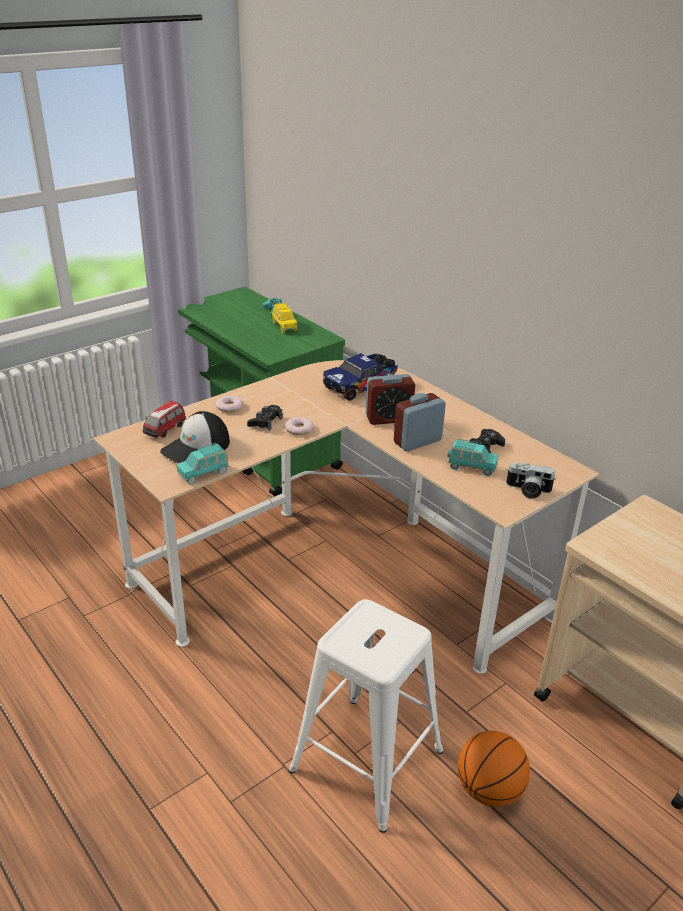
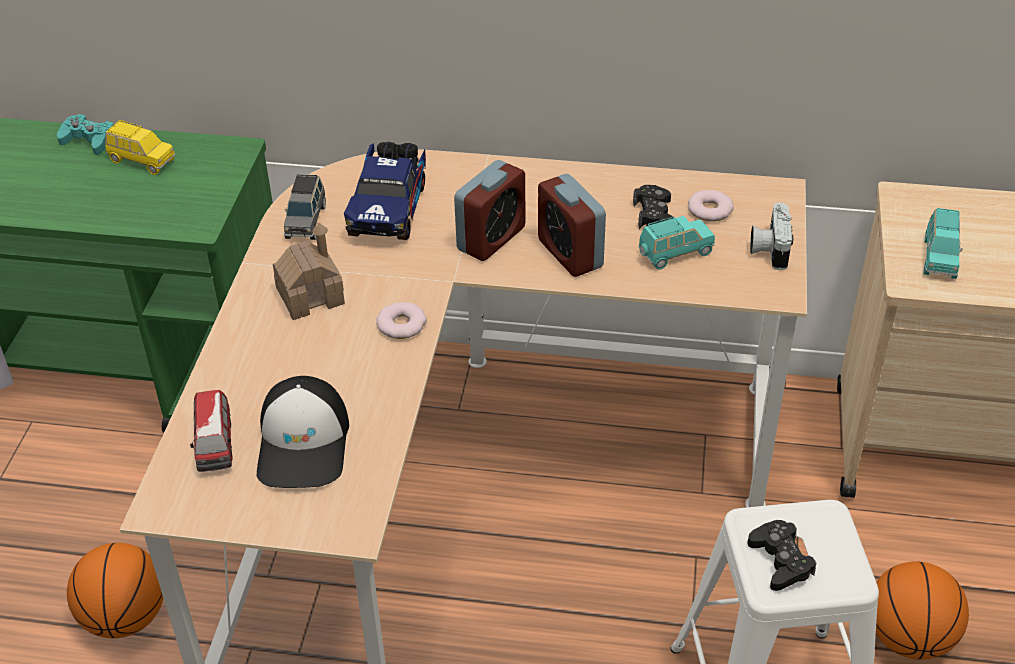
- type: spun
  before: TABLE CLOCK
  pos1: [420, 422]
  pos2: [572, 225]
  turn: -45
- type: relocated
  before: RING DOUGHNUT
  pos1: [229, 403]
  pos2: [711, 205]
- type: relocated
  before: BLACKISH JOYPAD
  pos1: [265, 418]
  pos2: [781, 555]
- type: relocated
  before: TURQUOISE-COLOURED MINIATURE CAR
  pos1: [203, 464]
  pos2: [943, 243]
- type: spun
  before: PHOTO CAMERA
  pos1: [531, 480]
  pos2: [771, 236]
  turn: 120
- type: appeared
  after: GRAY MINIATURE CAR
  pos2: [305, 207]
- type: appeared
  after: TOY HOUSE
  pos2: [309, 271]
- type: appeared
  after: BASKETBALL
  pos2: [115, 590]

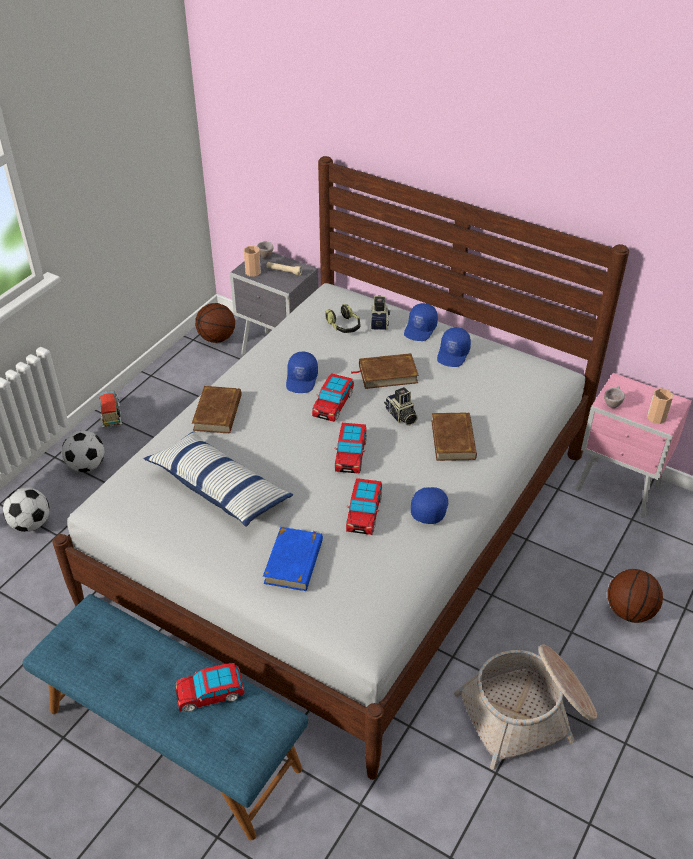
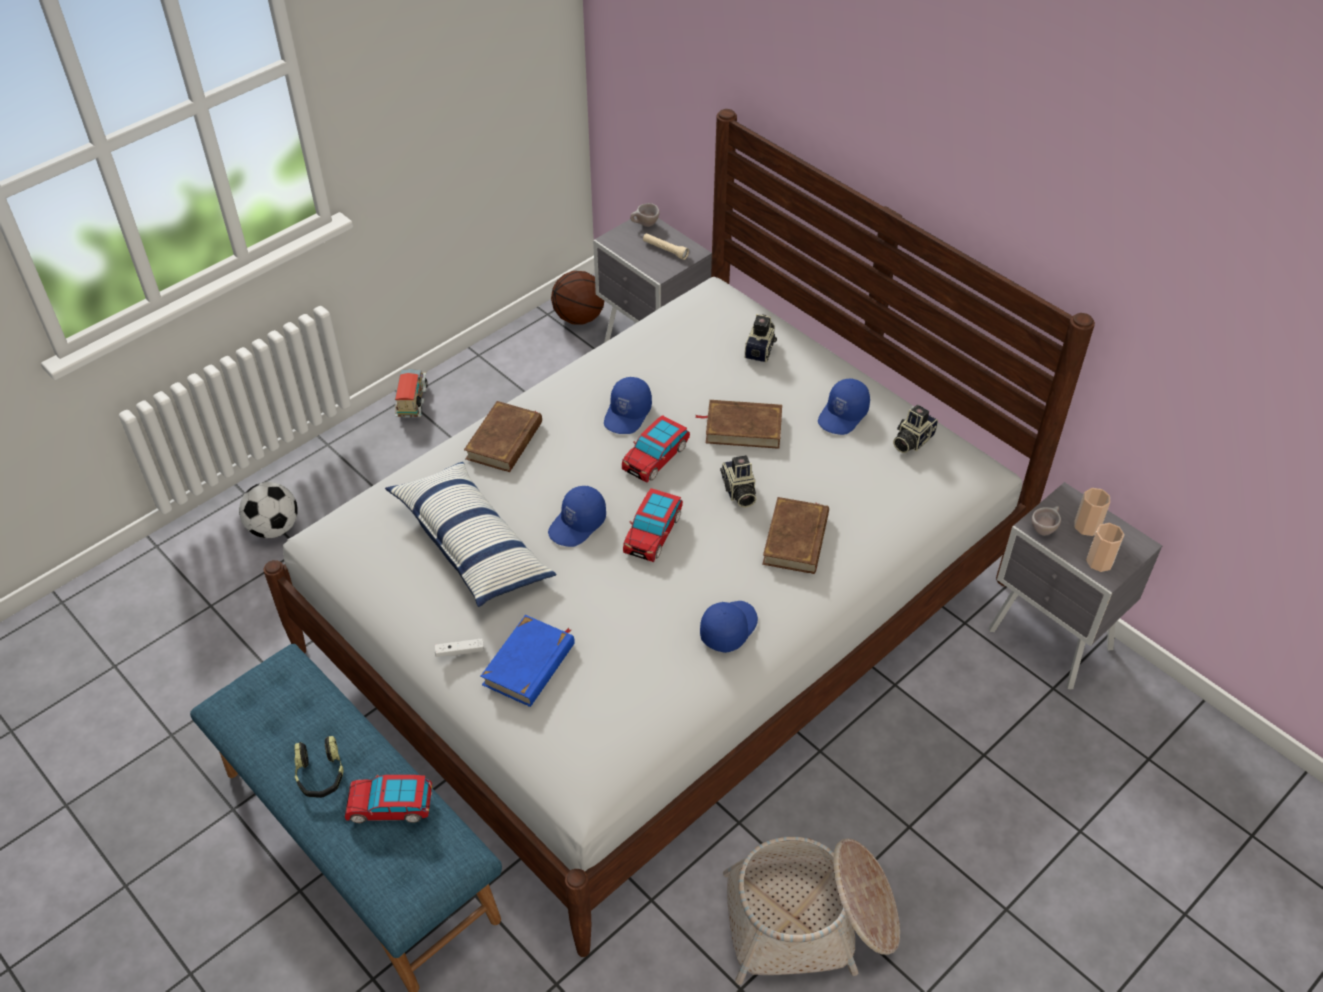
- type: relocated
  before: CUP
  pos1: [252, 261]
  pos2: [1092, 512]
- type: relocated
  before: BLUE PEAKED CAP
  pos1: [421, 322]
  pos2: [577, 516]
- type: relocated
  before: HEADPHONES
  pos1: [342, 318]
  pos2: [319, 767]
- type: colour
  before: PINK-COLOURED NIGHTSTAND
  after: GRAY NIGHTSTAND
  pos1: [633, 445]
  pos2: [1075, 586]
- type: missing
  before: FOOTBALL
  pos1: [83, 451]
- type: missing
  before: MINIATURE CAR
  pos1: [364, 506]
- type: missing
  before: BASKETBALL
  pos1: [635, 596]
- type: appeared
  after: PHOTO CAMERA
  pos2: [915, 429]
- type: appeared
  after: WHITE JOYPAD
  pos2: [459, 647]

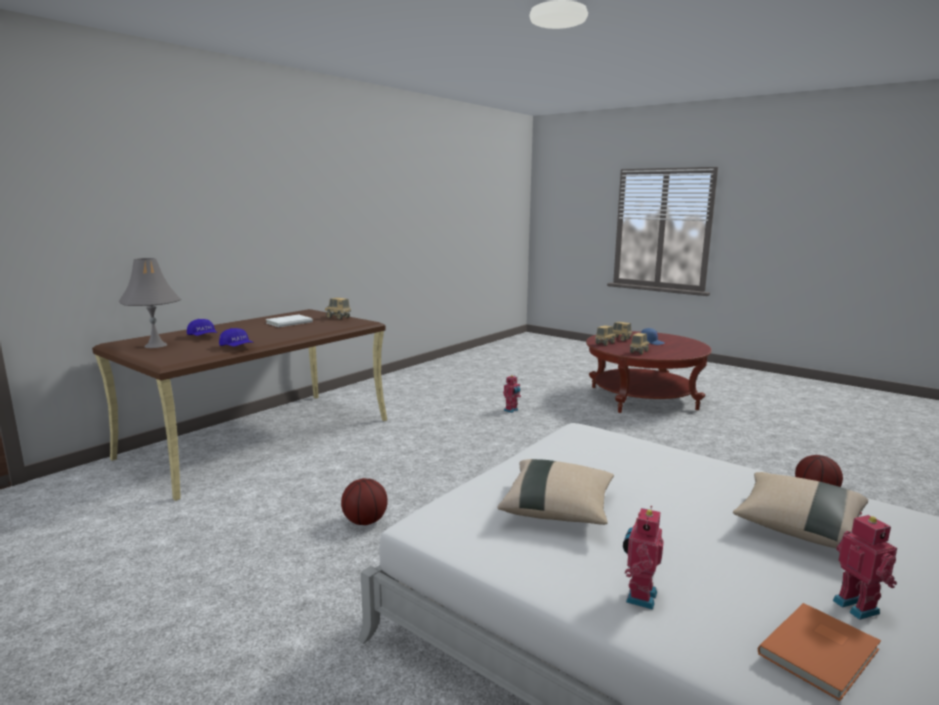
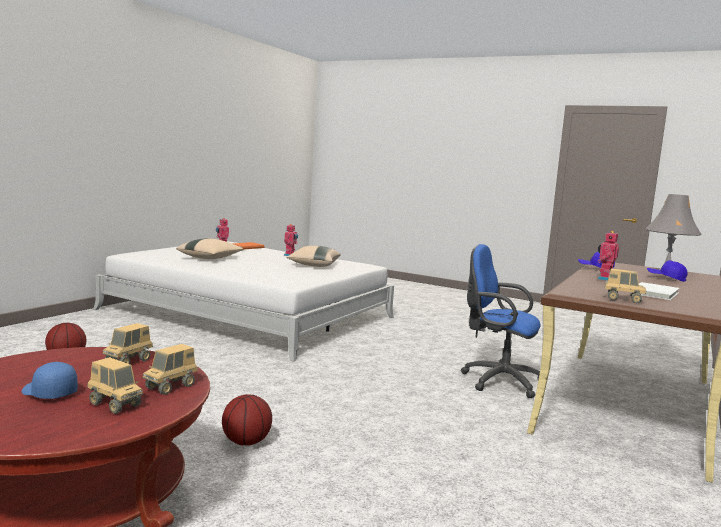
- type: relocated
  before: ROBOT FIGURE
  pos1: [512, 394]
  pos2: [608, 256]
- type: relocated
  before: BASKETBALL
  pos1: [364, 501]
  pos2: [247, 420]
- type: appeared
  after: BLUE OFFICE CHAIR
  pos2: [500, 321]

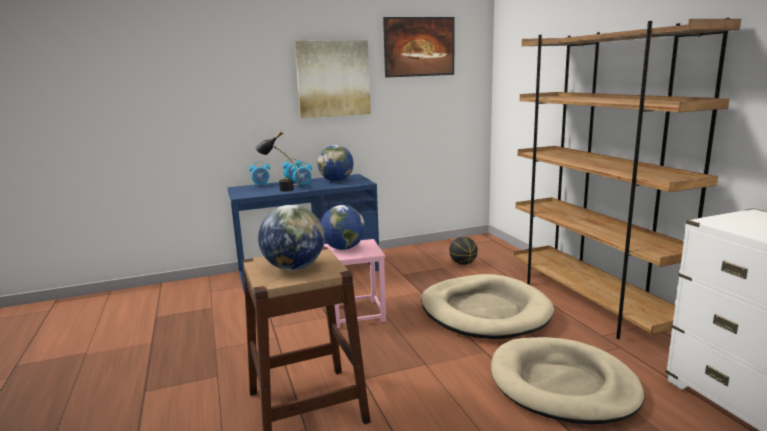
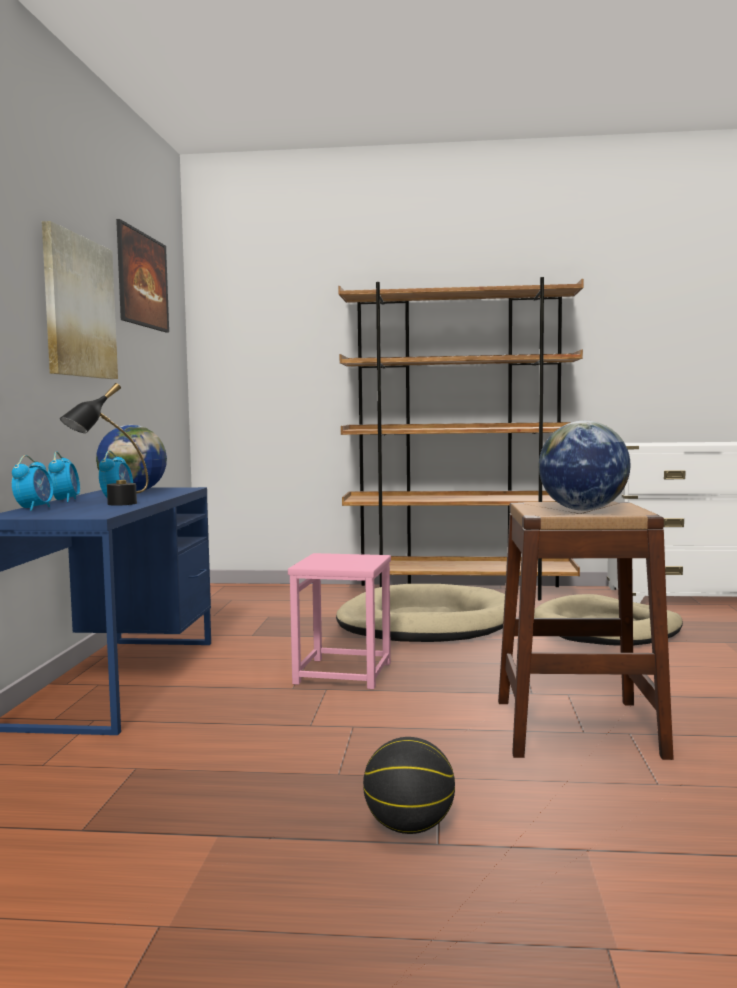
- type: missing
  before: WORLD GLOBE
  pos1: [343, 227]
- type: relocated
  before: BASKETBALL
  pos1: [463, 251]
  pos2: [409, 785]

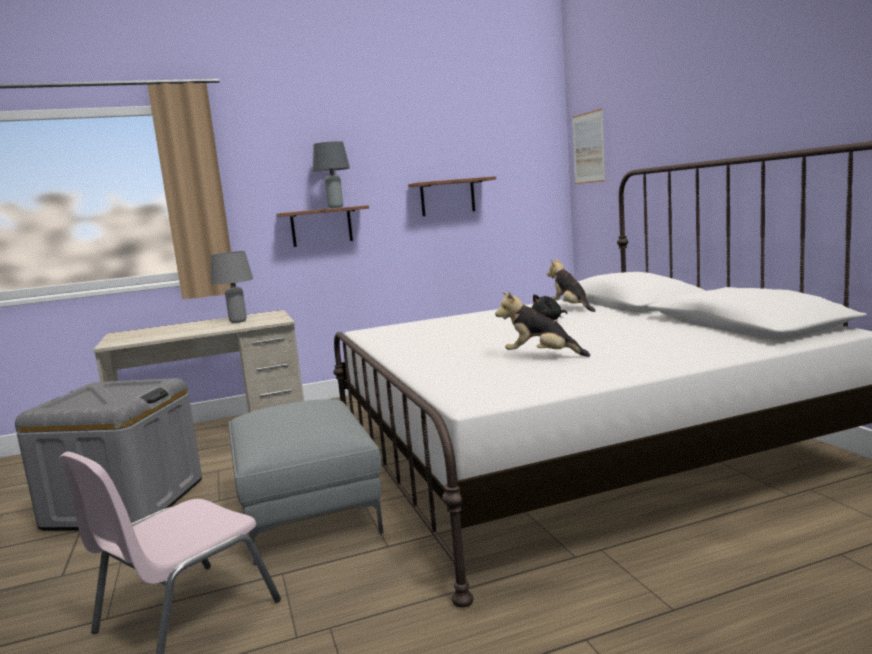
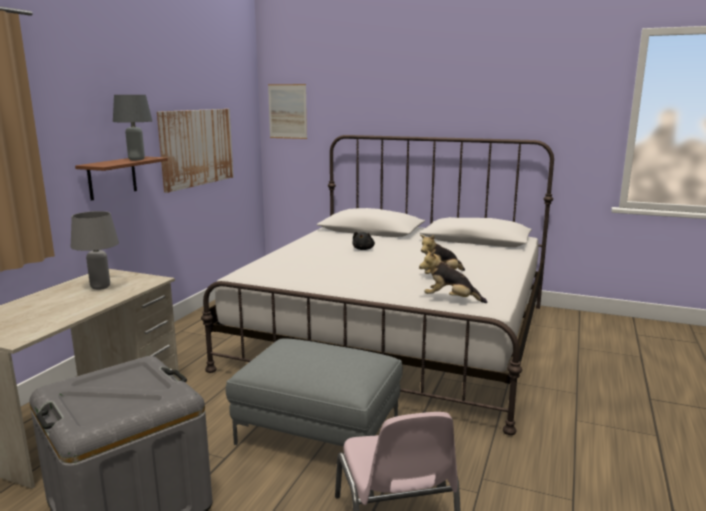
- type: exchanged
  before: BROWN-COLOURED WALL SHELF
  after: WALL ART
  pos1: [452, 196]
  pos2: [195, 151]
- type: relocated
  before: PLUSH TOY
  pos1: [571, 285]
  pos2: [453, 276]

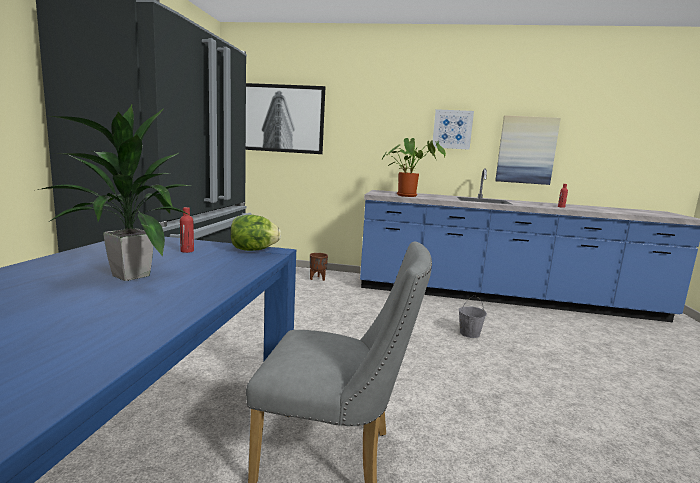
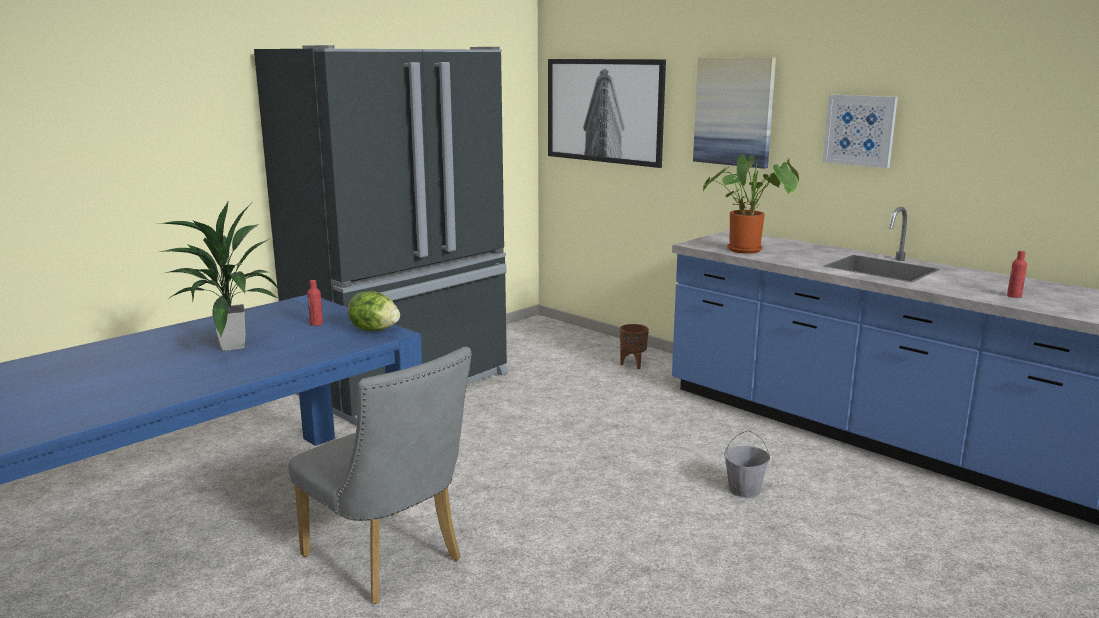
- type: relocated
  before: WALL ART
  pos1: [528, 150]
  pos2: [734, 113]

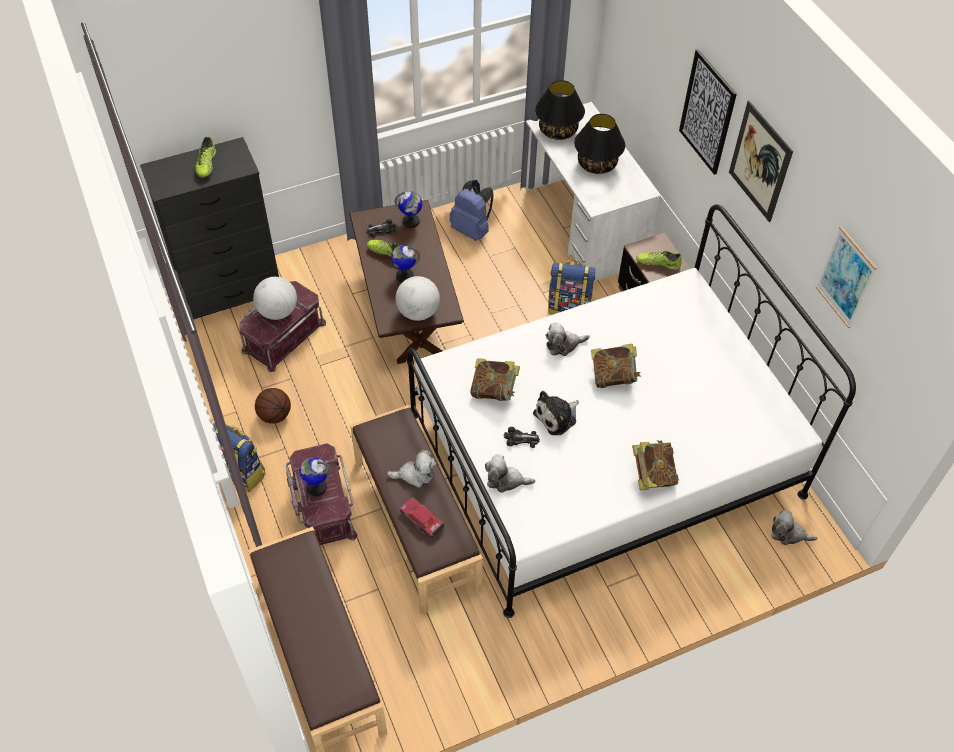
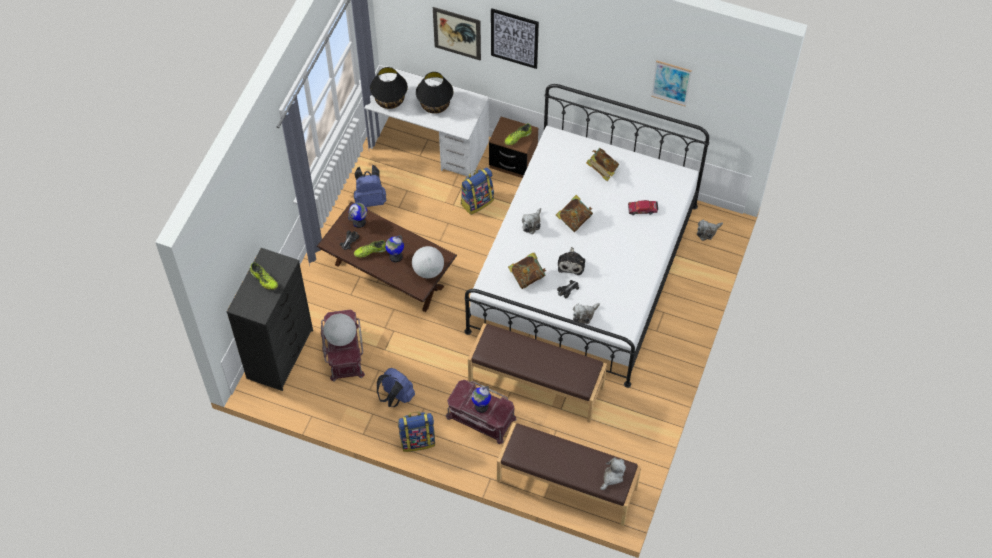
- type: relocated
  before: WALL ART
  pos1: [761, 161]
  pos2: [457, 34]
- type: exchanged
  before: BASKETBALL
  after: BLUE KNAPSACK
  pos1: [273, 406]
  pos2: [396, 387]
- type: relocated
  before: BOOK
  pos1: [655, 465]
  pos2: [602, 164]
- type: relocated
  before: PLUSH TOY
  pos1: [411, 469]
  pos2: [613, 474]
- type: relocated
  before: MINIATURE CAR
  pos1: [422, 517]
  pos2: [643, 207]

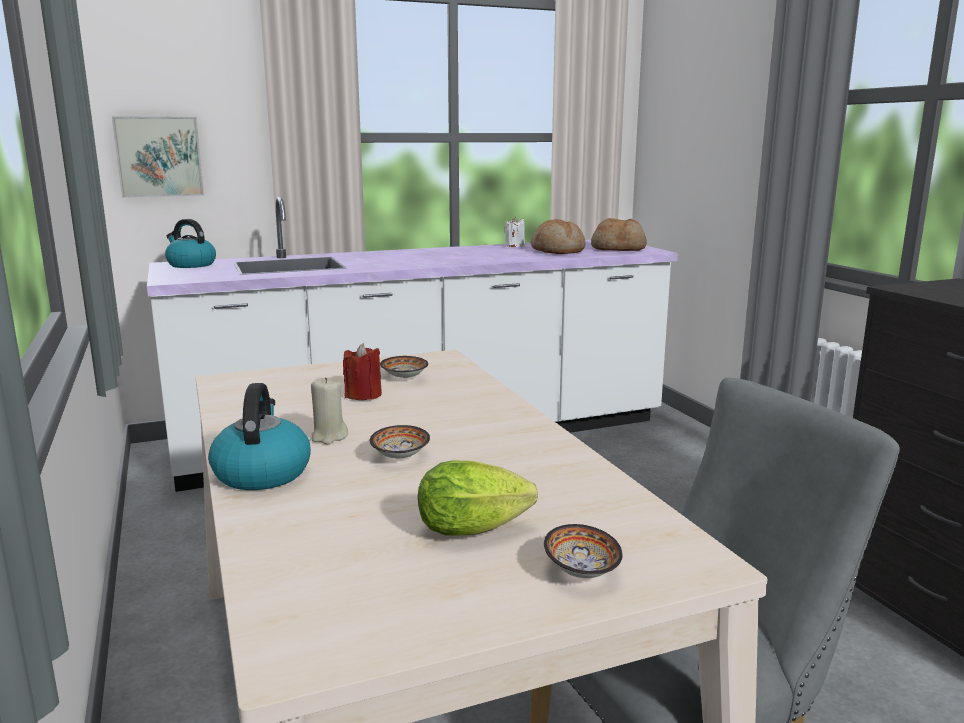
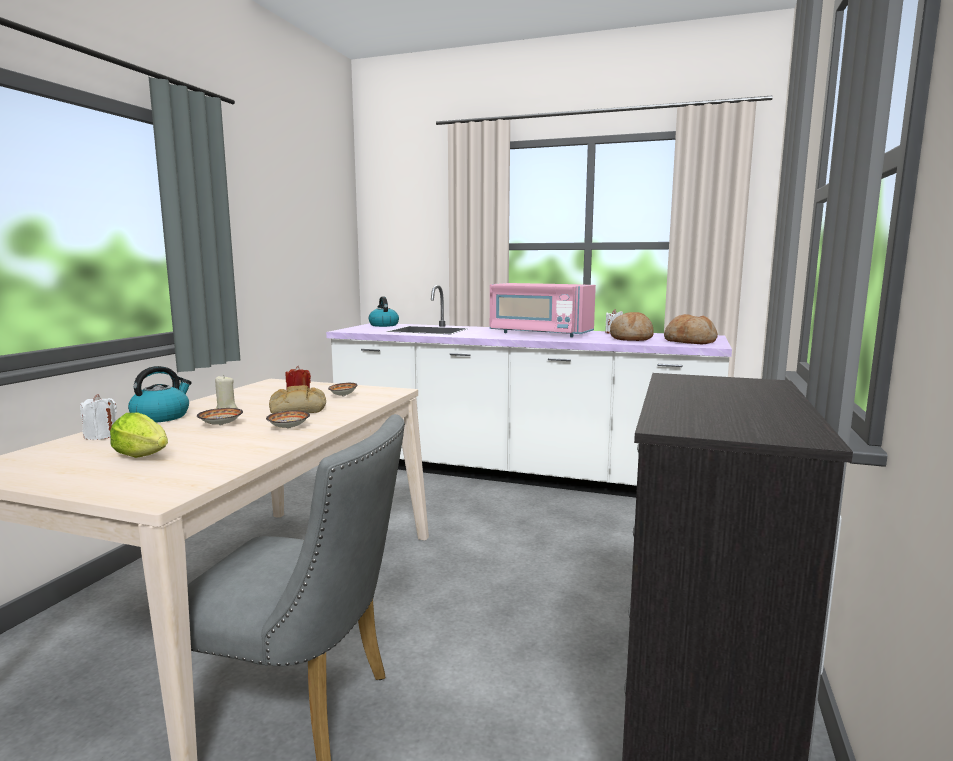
- type: missing
  before: WALL ART
  pos1: [158, 156]
- type: relocated
  before: SERVING BOWL
  pos1: [583, 551]
  pos2: [288, 420]
- type: appeared
  after: PINK-COLOURED MICROWAVE
  pos2: [543, 310]
- type: appeared
  after: BREAD
  pos2: [297, 399]
- type: appeared
  after: WHITE WAX CANDLE
  pos2: [98, 417]

